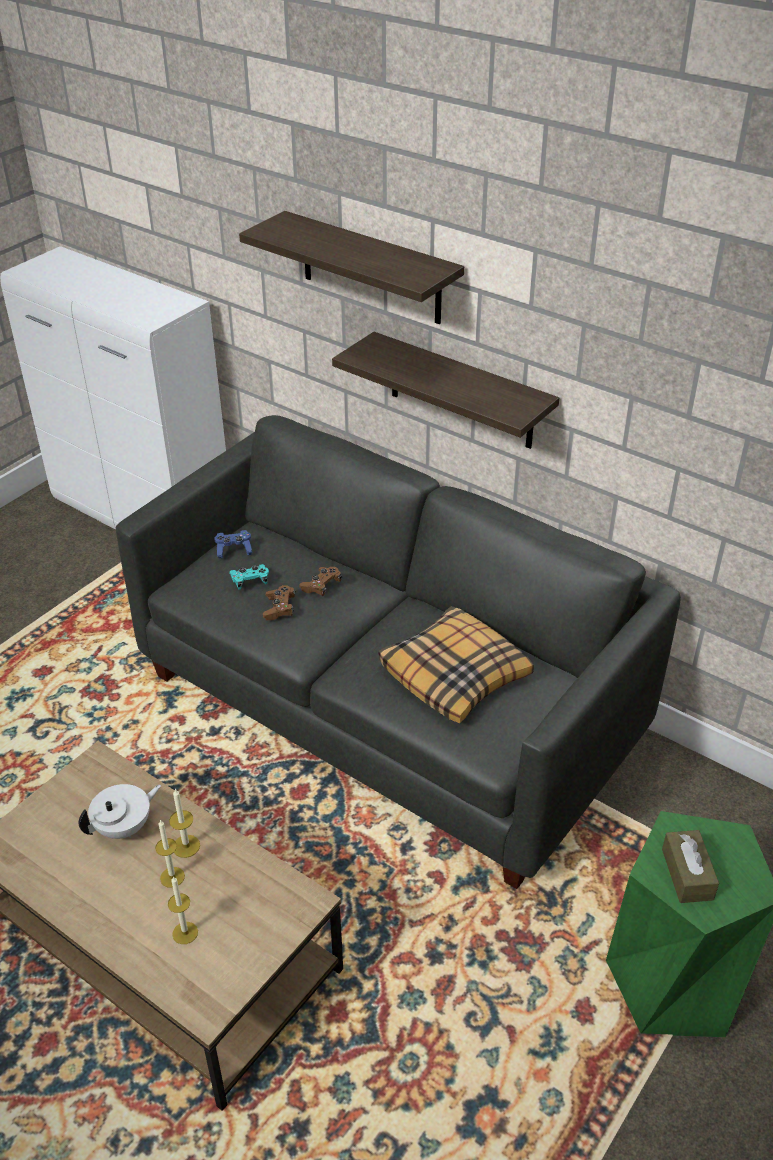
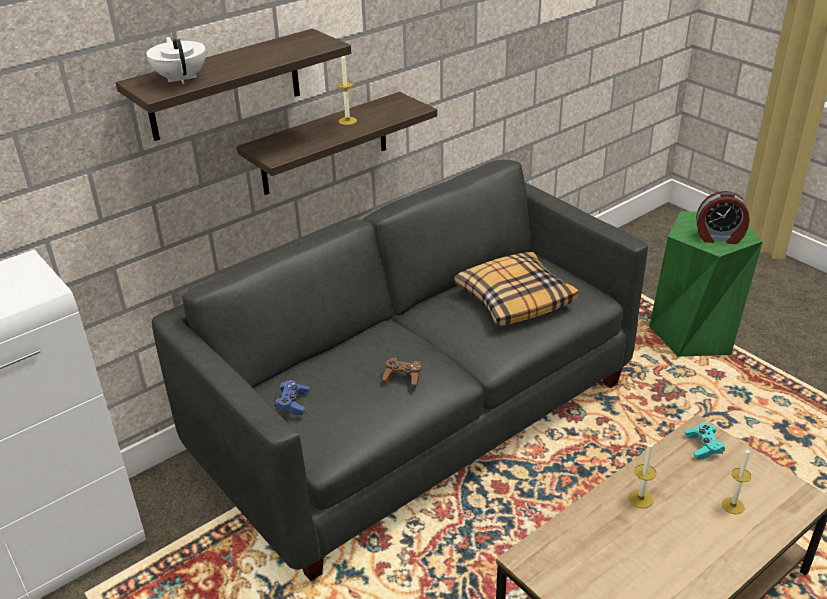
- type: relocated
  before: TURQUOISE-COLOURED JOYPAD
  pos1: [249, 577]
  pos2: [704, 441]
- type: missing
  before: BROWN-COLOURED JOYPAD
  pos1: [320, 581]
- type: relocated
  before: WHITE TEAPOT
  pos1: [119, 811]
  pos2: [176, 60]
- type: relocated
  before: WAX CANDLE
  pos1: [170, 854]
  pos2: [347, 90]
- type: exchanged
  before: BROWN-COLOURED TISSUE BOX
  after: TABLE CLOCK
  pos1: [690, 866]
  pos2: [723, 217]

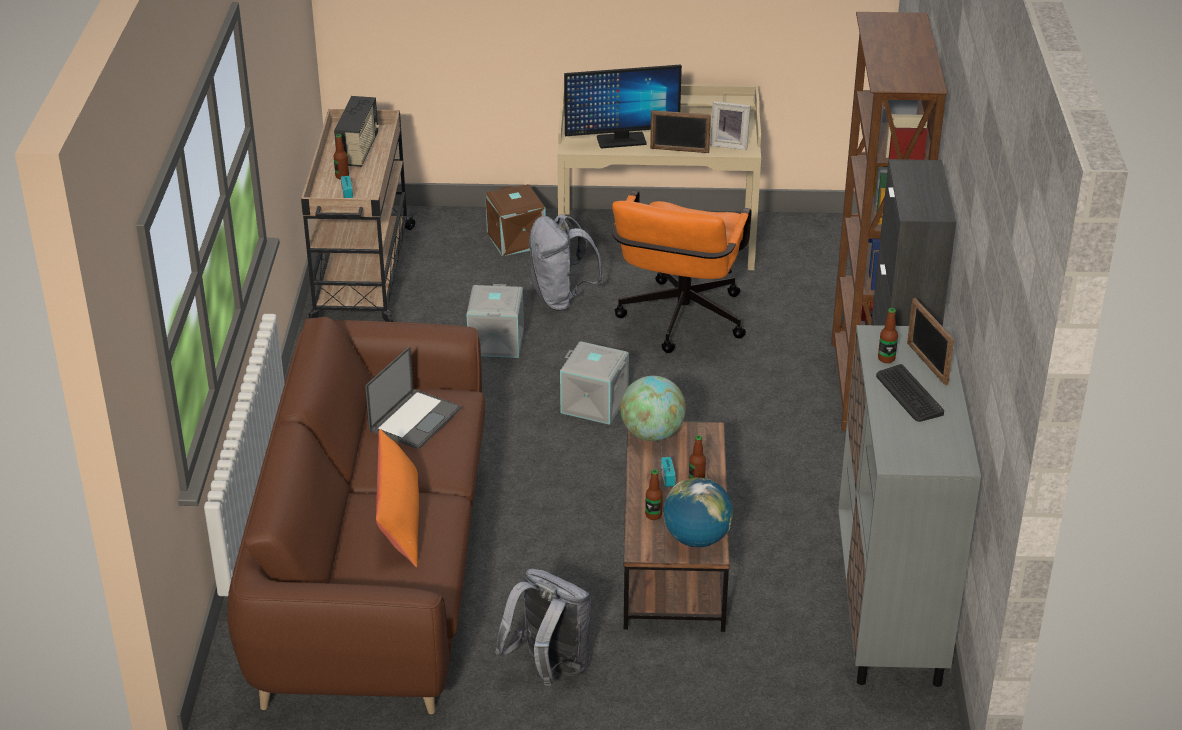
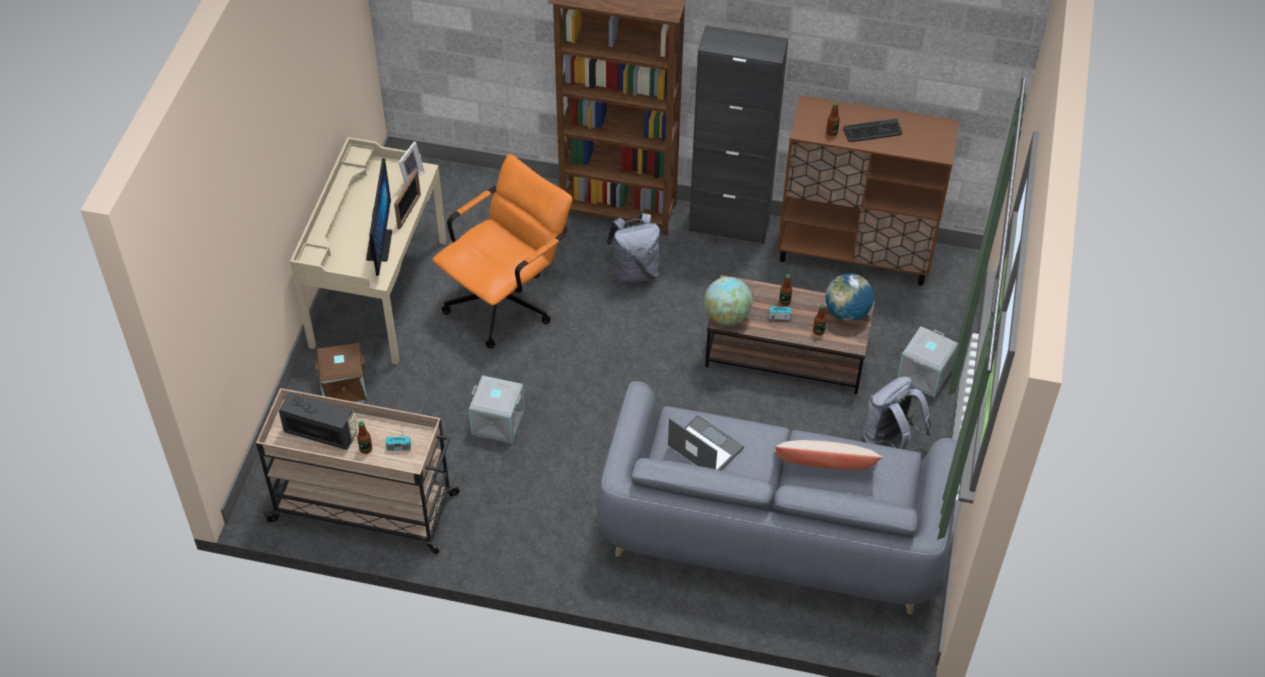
- type: spun
  before: ORANGE OFFICE CHAIR
  pos1: [682, 271]
  pos2: [503, 251]
  turn: -75
- type: relocated
  before: GRAY KNAPSACK
  pos1: [566, 263]
  pos2: [633, 248]
- type: missing
  before: STANDING FRAME
  pos1: [930, 341]
- type: colour
  before: BROWN-COLOURED COUCH
  after: GRAY COUCH
  pos1: [356, 515]
  pos2: [777, 497]
- type: colour
  before: GRAY CUPBOARD
  after: BROWN-COLOURED CUPBOARD
  pos1: [909, 506]
  pos2: [868, 190]
- type: relocated
  before: GRAY STORAGE BOX
  pos1: [594, 383]
  pos2: [927, 361]
- type: colour
  before: ORANGE THROW PILLOW
  after: BEIGE-COLOURED THROW PILLOW
  pos1: [397, 498]
  pos2: [828, 455]

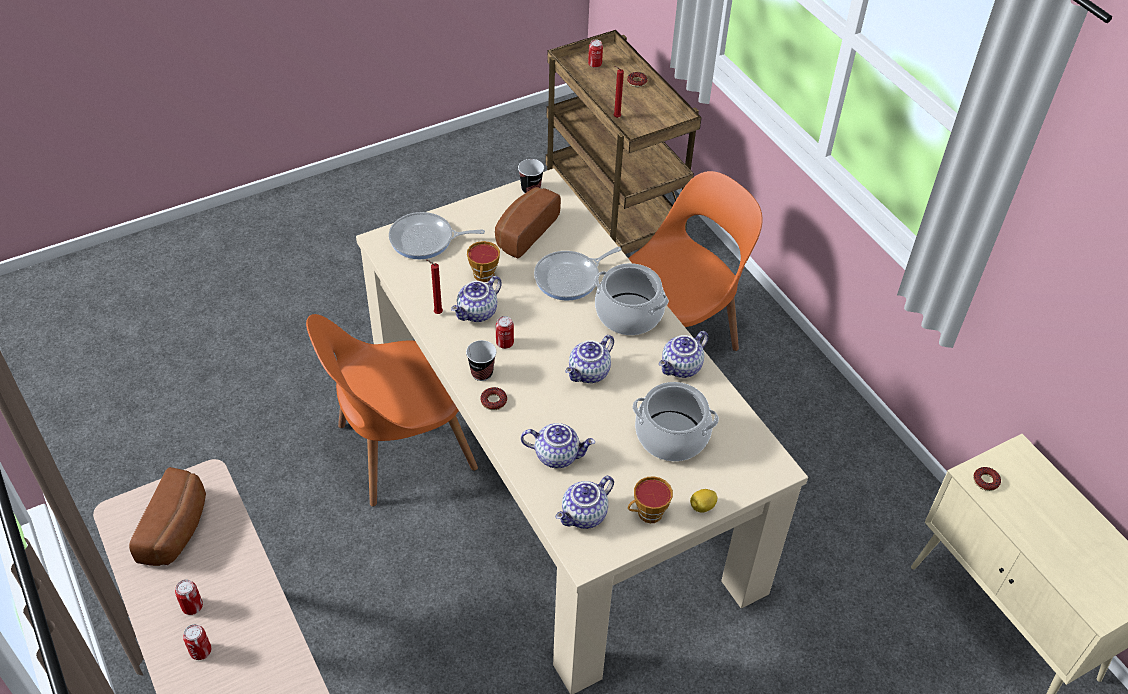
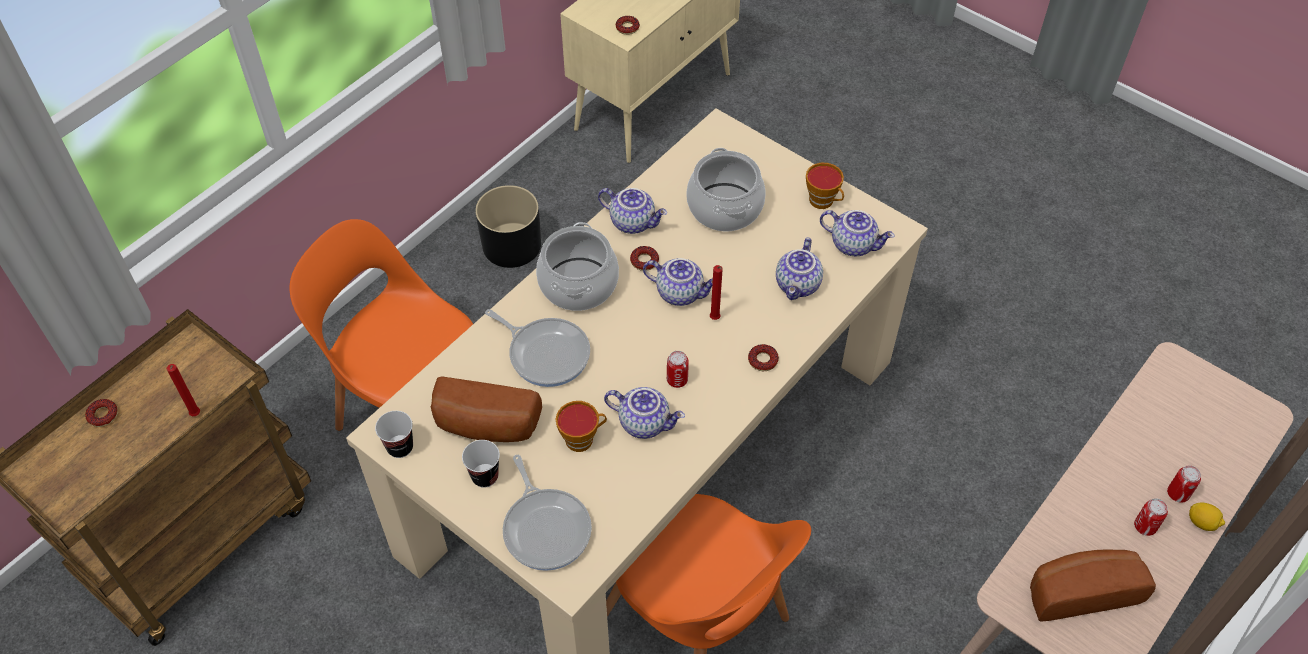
- type: missing
  before: METAL CAN
  pos1: [595, 54]
- type: relocated
  before: REDDISH WAX CANDLE
  pos1: [435, 287]
  pos2: [716, 292]
- type: relocated
  before: CUP
  pos1: [481, 360]
  pos2: [481, 464]
- type: spun
  before: TEAPOT
  pos1: [558, 445]
  pos2: [799, 268]
  turn: -150
- type: relocated
  before: CITRUS FRUIT
  pos1: [703, 501]
  pos2: [1207, 517]
- type: appeared
  after: BLACKISH PLANTER
  pos2: [508, 226]
- type: appeared
  after: RING DOUGHNUT
  pos2: [644, 258]

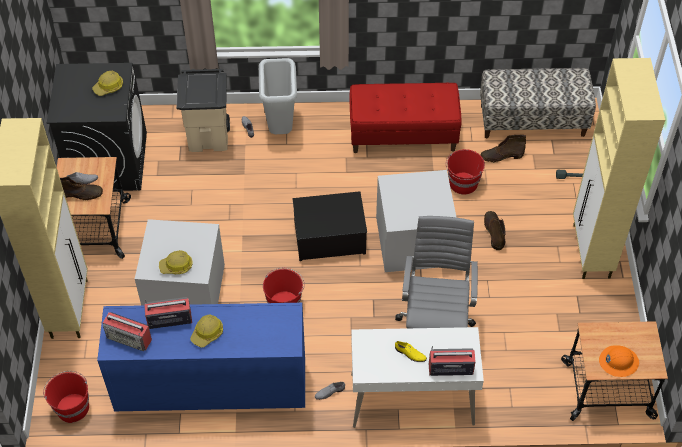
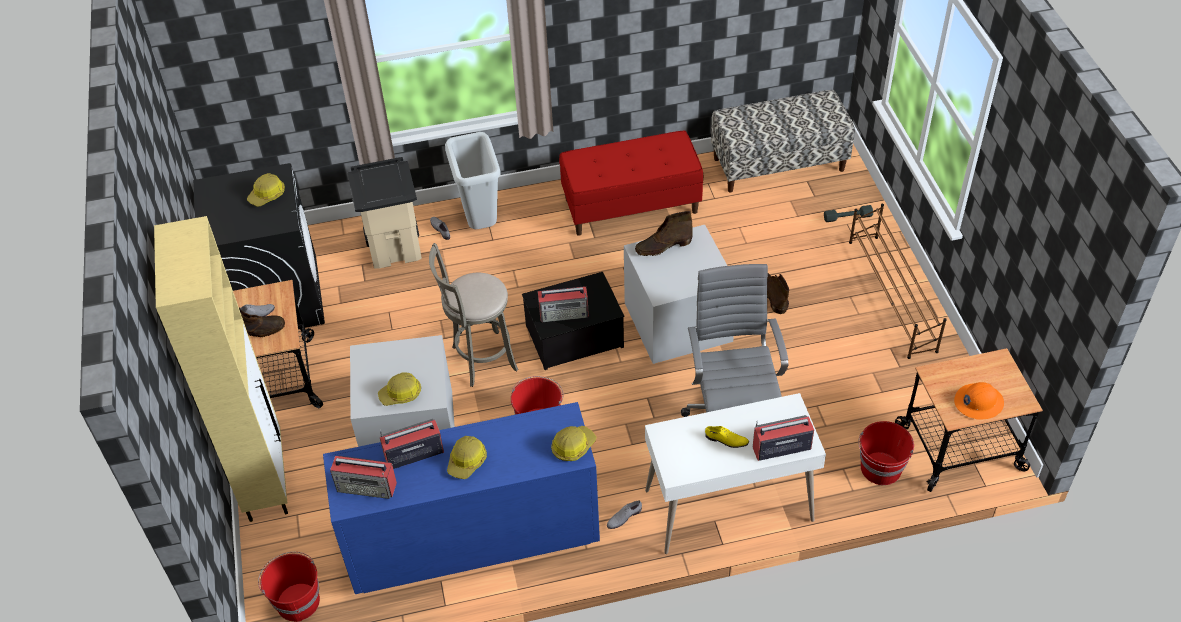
- type: exchanged
  before: BEIGE-COLOURED CUPBOARD
  after: BROWN-COLOURED SHOE STAND
  pos1: [619, 168]
  pos2: [898, 281]
- type: relocated
  before: BROWN-COLOURED HIGH-TOP BOOT
  pos1: [503, 149]
  pos2: [664, 233]
- type: relocated
  before: REDDISH BUCKET
  pos1: [465, 172]
  pos2: [886, 453]
- type: appeared
  after: GRAY SITTING STOOL
  pos2: [473, 315]
- type: appeared
  after: RADIO SET
  pos2: [563, 304]
- type: appeared
  after: WORK HELMET
  pos2: [573, 443]

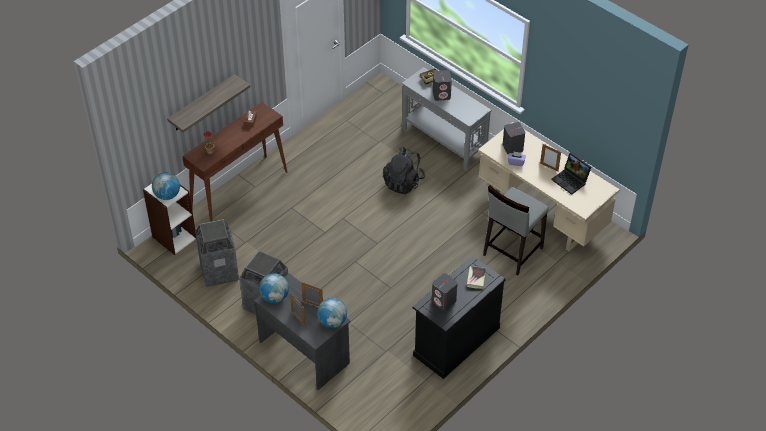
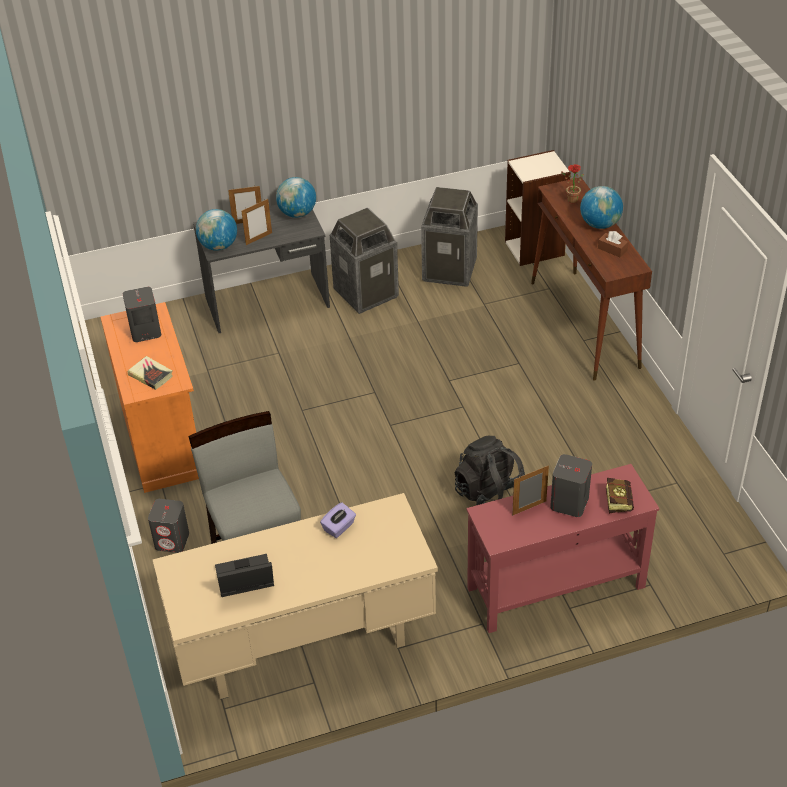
- type: colour
  before: GRAY NARROW TABLE
  after: REDDISH NARROW TABLE
  pos1: [447, 119]
  pos2: [562, 548]
- type: missing
  before: WALL SHELF
  pos1: [208, 103]
- type: relocated
  before: GRAY SPEAKER
  pos1: [513, 138]
  pos2: [168, 526]
- type: relocated
  before: STANDING FRAME
  pos1: [550, 158]
  pos2: [530, 490]
- type: relocated
  before: WORLD GLOBE
  pos1: [166, 186]
  pos2: [601, 207]
- type: colour
  before: BLACKISH CUPBOARD
  after: ORANGE CUPBOARD
  pos1: [459, 317]
  pos2: [149, 397]

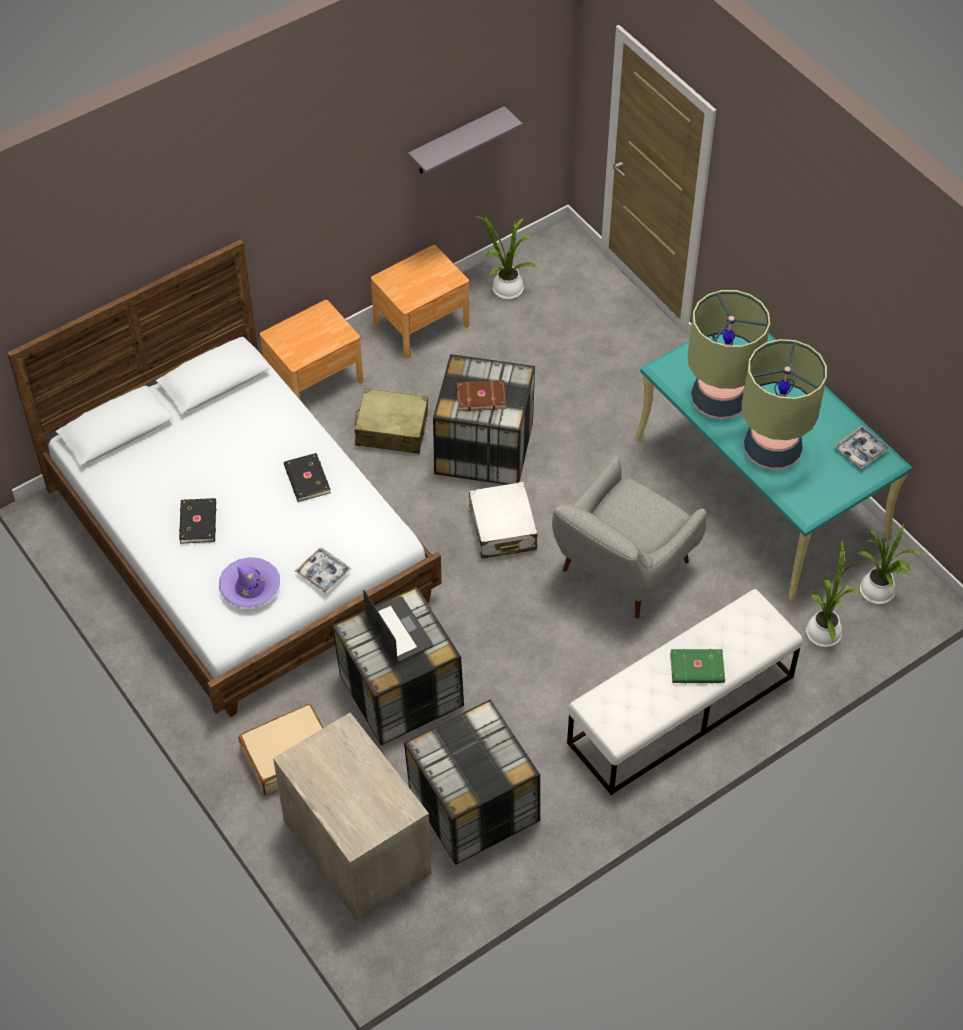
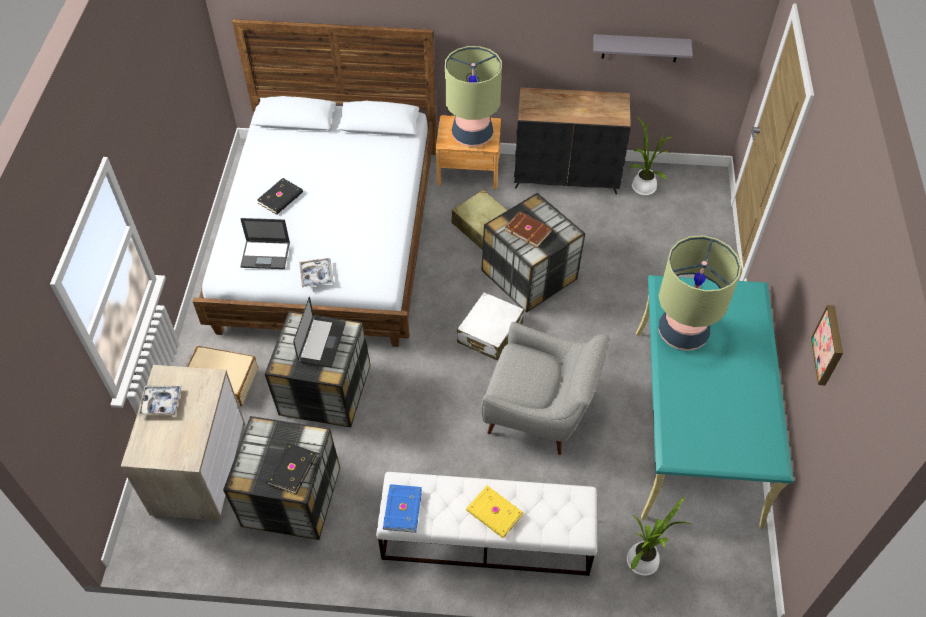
- type: exchanged
  before: BROWN-COLOURED NIGHTSTAND
  after: BLACKISH CUPBOARD
  pos1: [420, 301]
  pos2: [572, 140]
- type: relocated
  before: TABLETOP LAMP
  pos1: [784, 404]
  pos2: [473, 96]
- type: relocated
  before: SERVING TRAY
  pos1: [862, 447]
  pos2: [160, 400]
- type: relocated
  before: BLACKISH BOOK
  pos1: [307, 477]
  pos2: [291, 468]
- type: spun
  before: GRAY ARMCHAIR
  pos1: [629, 537]
  pos2: [545, 388]
  turn: -150
- type: missing
  before: PLANT IN A POT
  pos1: [890, 563]
- type: exchanged
  before: PURPLE-COLOURED HAT
  after: NOTEBOOK COMPUTER
  pos1: [249, 582]
  pos2: [265, 243]
- type: colour
  before: GREEN-COLOURED BOOK
  after: YELLOW BOOK
  pos1: [697, 666]
  pos2: [495, 512]
- type: appeared
  after: WALL ART
  pos2: [827, 345]
- type: appeared
  after: BLUE BOOK
  pos2: [402, 508]

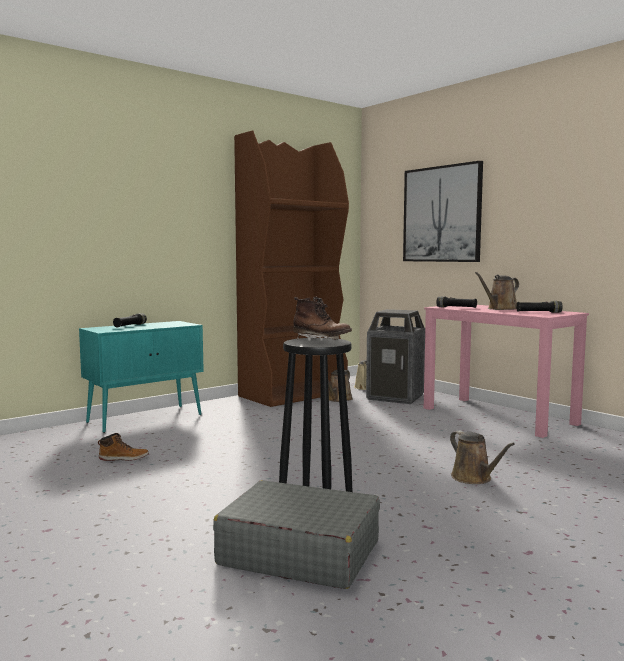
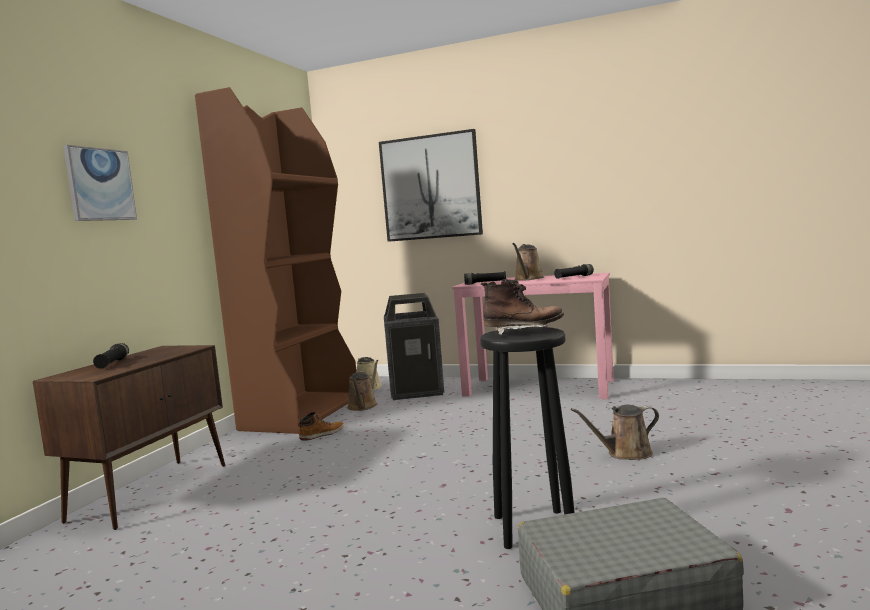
- type: colour
  before: TURQUOISE-COLOURED CUPBOARD
  after: BROWN-COLOURED CUPBOARD
  pos1: [141, 377]
  pos2: [129, 437]
- type: spun
  before: BROWN-COLOURED WATERING POT
  pos1: [482, 457]
  pos2: [615, 432]
  turn: 135
- type: relocated
  before: HIGH-TOP BOOT
  pos1: [123, 447]
  pos2: [321, 426]
- type: appeared
  after: WALL ART
  pos2: [100, 183]

